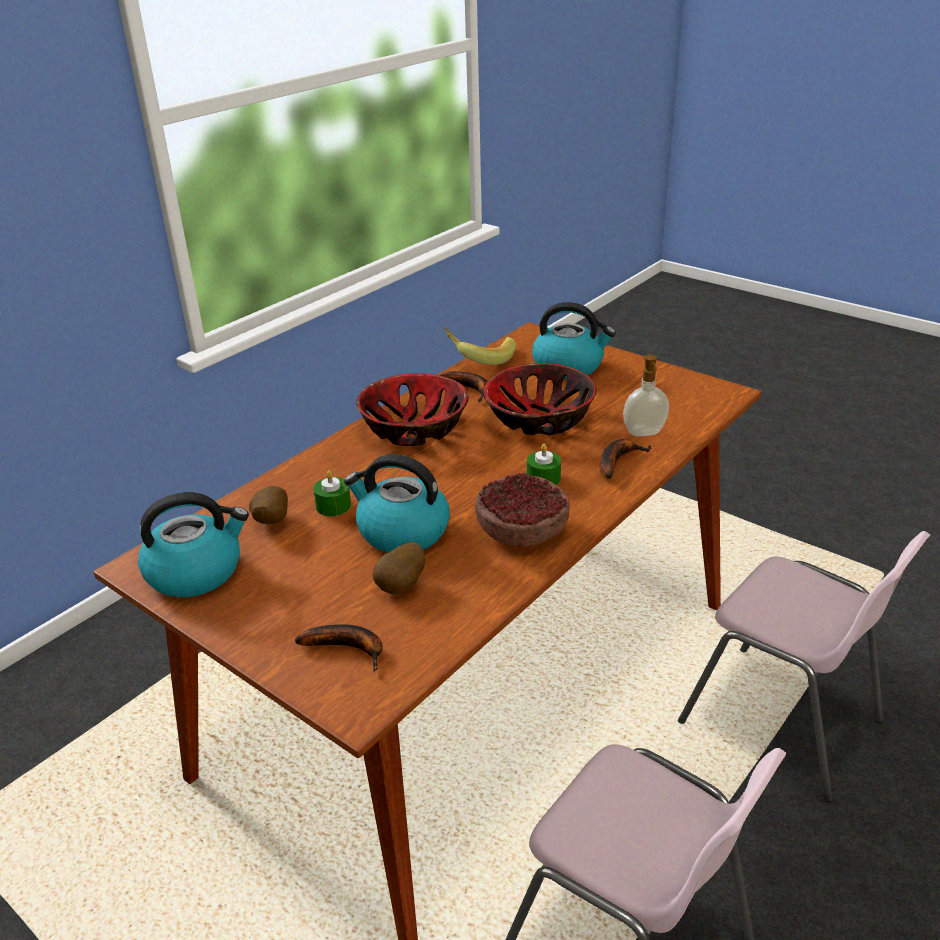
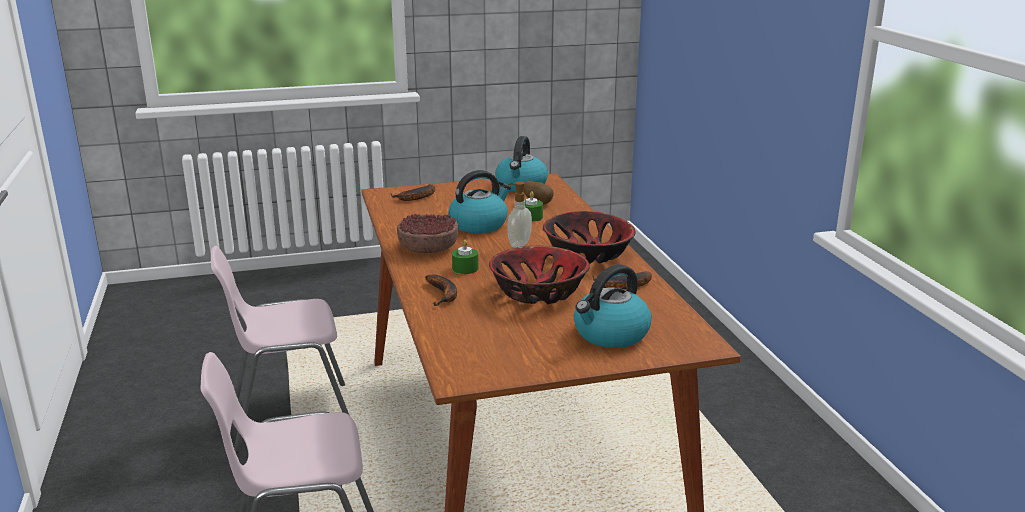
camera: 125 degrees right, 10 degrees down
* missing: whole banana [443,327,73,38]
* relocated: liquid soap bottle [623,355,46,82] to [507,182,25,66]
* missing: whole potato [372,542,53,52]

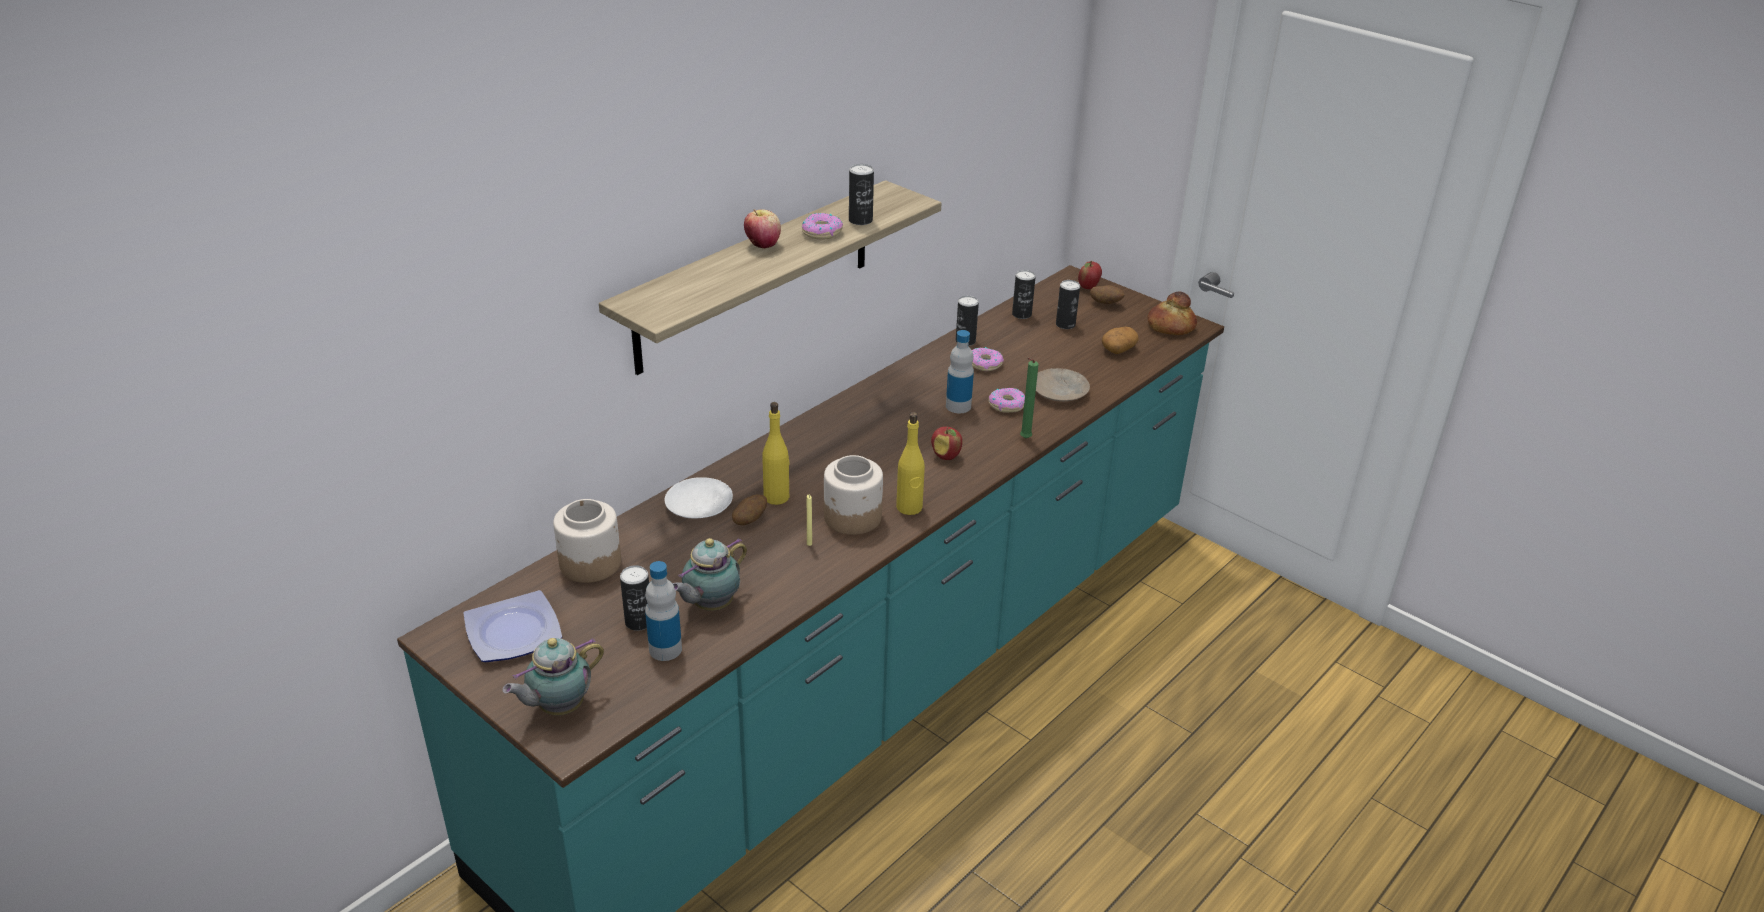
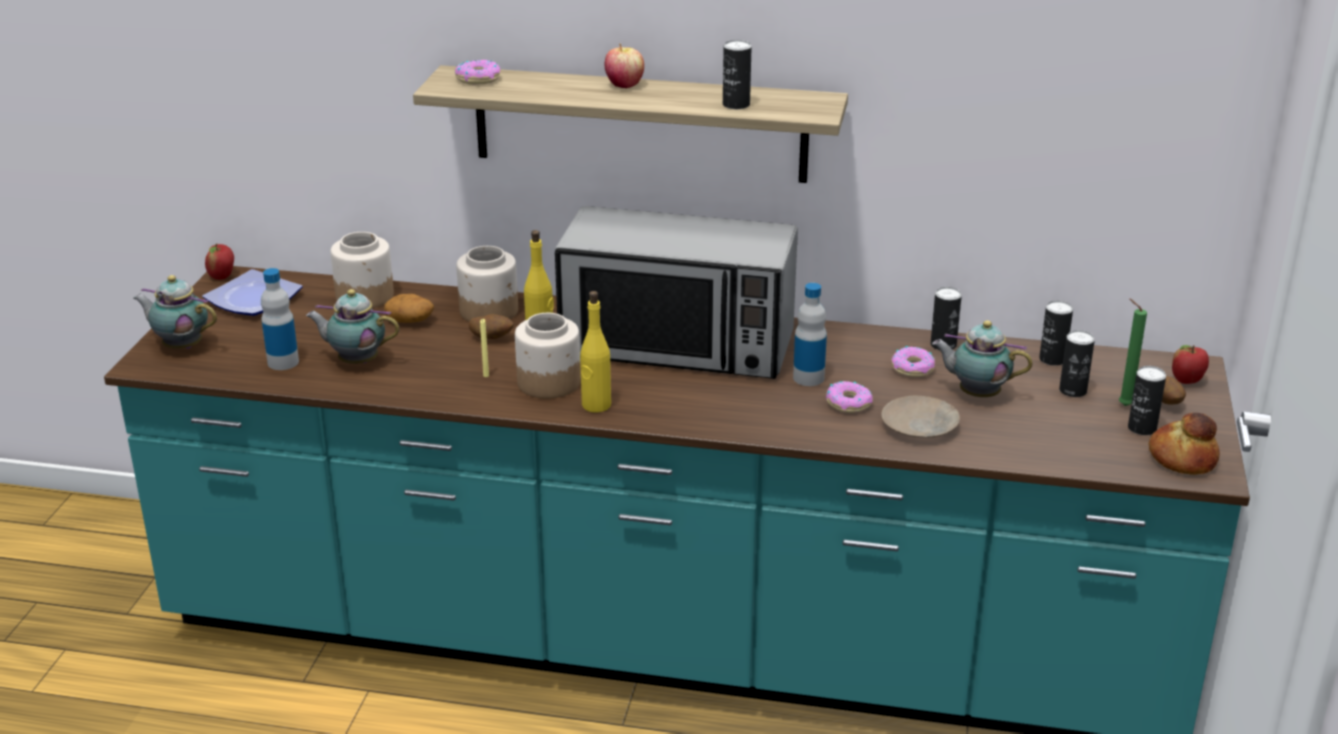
camera: 60 degrees right, 5 degrees down
* relocated: donut [802,213,41,27] to [455,60,45,25]
* relocated: whole potato [1102,327,37,27] to [384,294,50,29]
* relocated: wax candle (green-coloured) [1020,357,19,81] to [1119,299,28,107]
* relocated: whole apple [931,427,32,33] to [205,243,29,37]
* exchanged: flat dish (white) [665,477,68,42] to jar [456,246,62,76]
* relocated: sealed can [620,565,29,66] to [1128,366,38,69]
* appeared: kitchen microwave [555,206,243,173]
* appeared: tea pot [932,321,100,76]

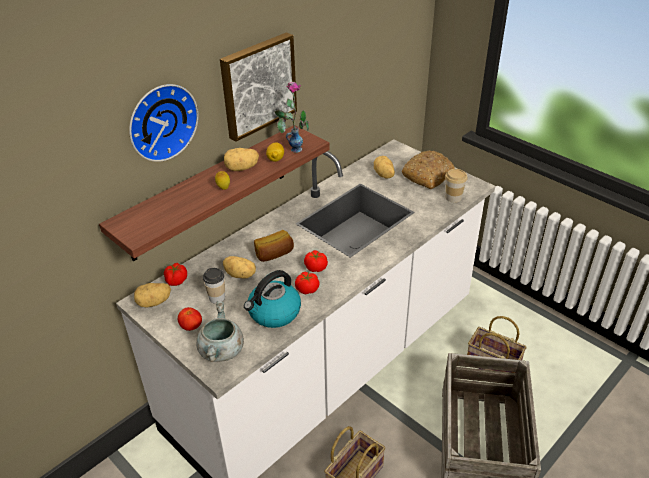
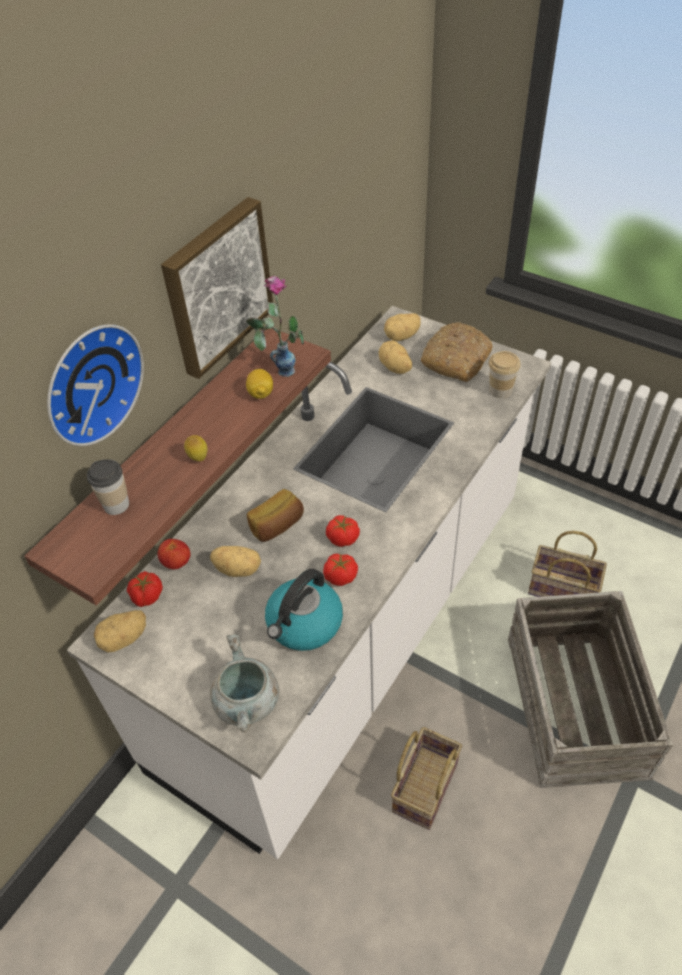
camera: 10 degrees left, 10 degrees up
* relocated: whole potato [224,148,35,23] to [384,313,37,28]
* relocated: small cup [203,268,22,36] to [87,459,42,56]
* relocated: tomato [178,307,24,24] to [157,539,33,31]

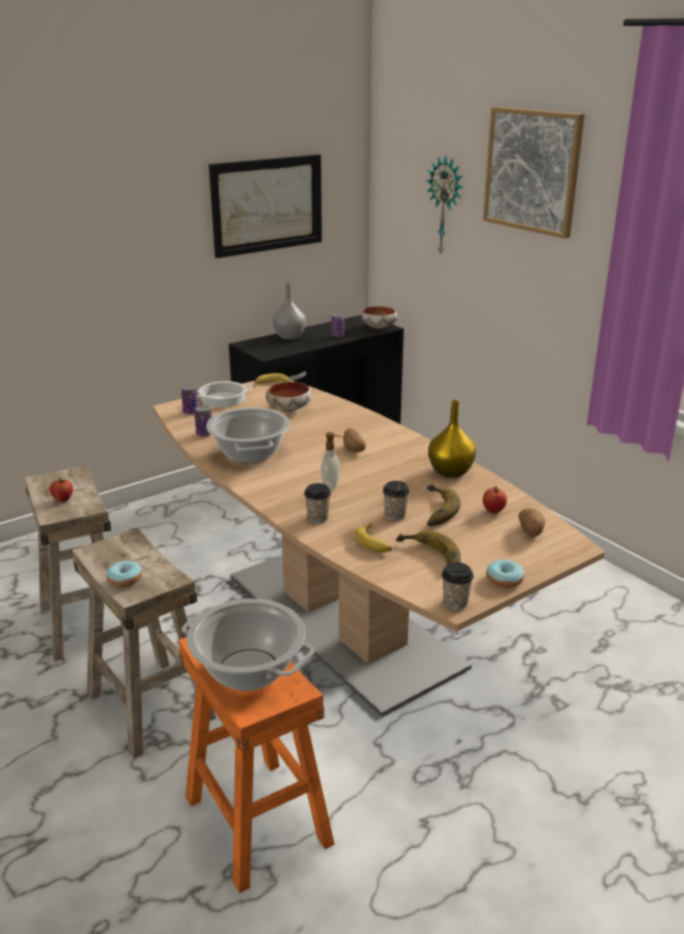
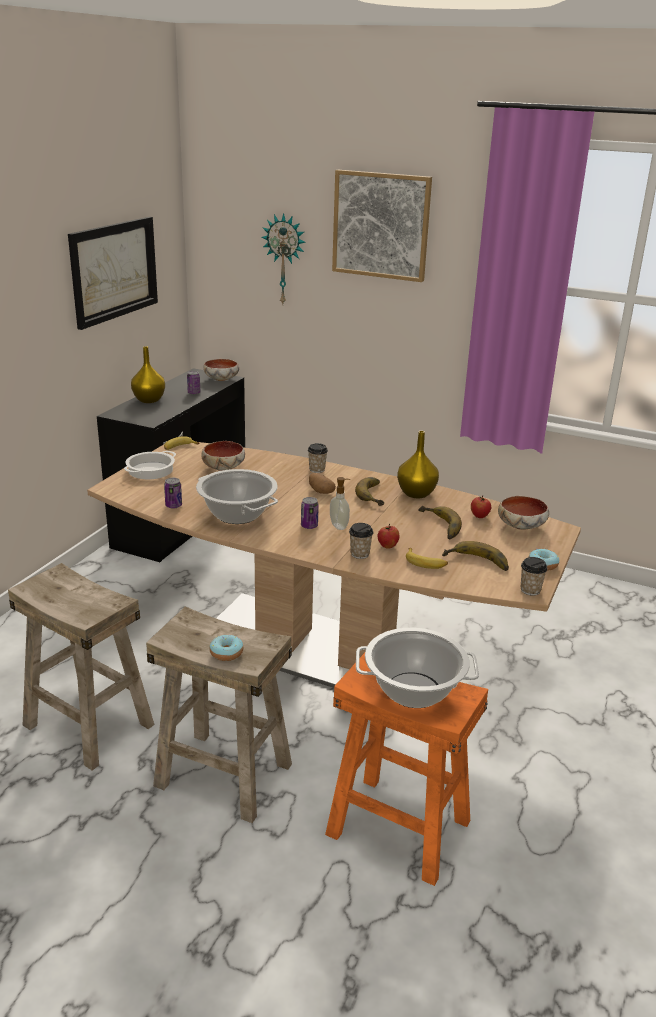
camera: 30 degrees left, 0 degrees up
* colour: vase (gray) [272,283,34,57] to vase (yellow) [131,346,34,57]
* relocated: sealed can [181,385,17,29] to [301,497,18,32]
* relocated: whole apple [50,477,23,25] to [377,524,23,25]
* relocated: small cup [383,481,27,40] to [308,443,20,30]
* exchanged: whole potato [518,508,27,29] to serving bowl [498,496,51,34]
* appeared: whole banana [355,477,29,29]

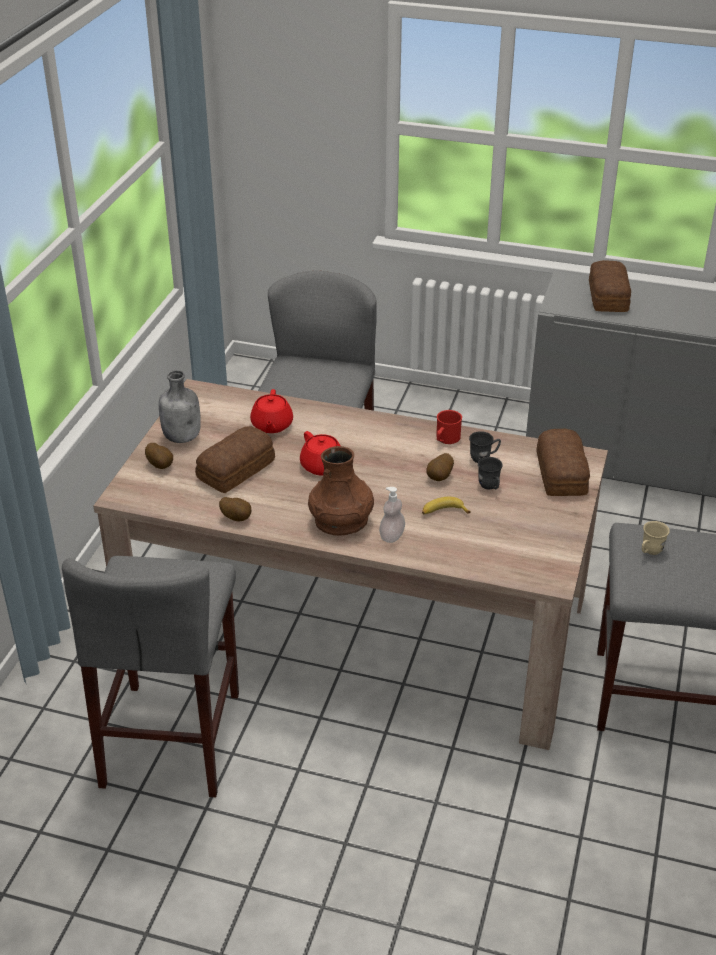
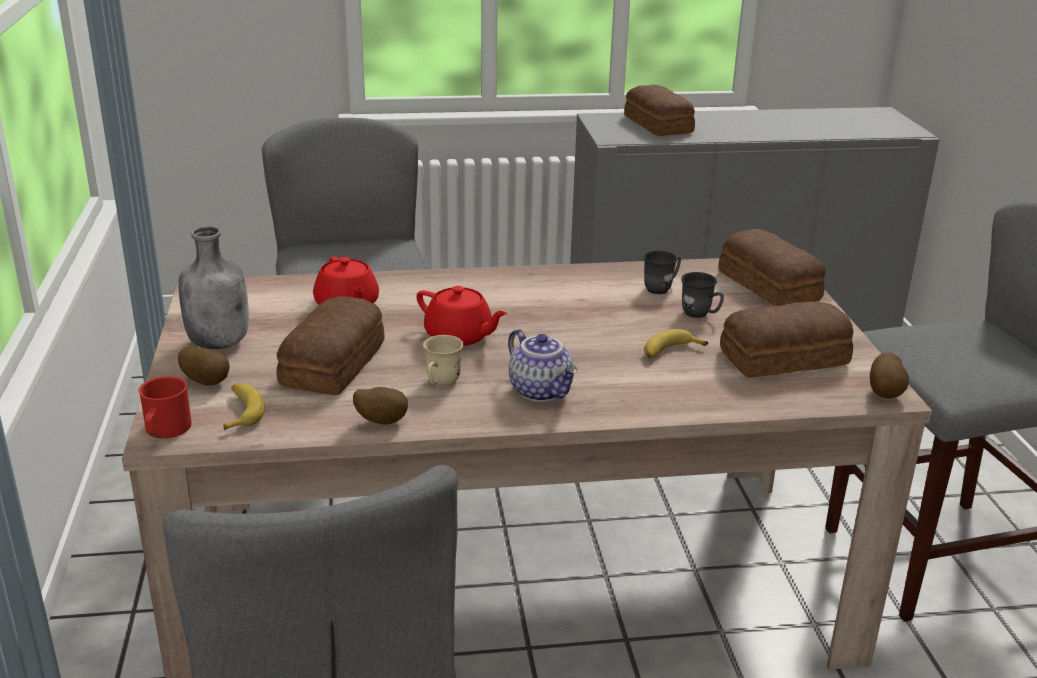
camera: 25 degrees left, 10 degrees down
* relocated: coffee mug (red-coloured) [436,410,26,34] to [138,376,54,63]
* exchanged: vase (brown-coloured) [308,446,66,90] to tea pot [508,329,70,73]
* relocated: whole potato [426,453,28,28] to [870,352,39,47]
* missing: liquid soap bottle [379,487,26,56]
* relocated: coffee mug (sand-coloured) [642,521,28,34] to [423,335,40,52]
* appeared: bakery bread [720,302,134,76]
* appeared: whole banana [223,383,42,47]

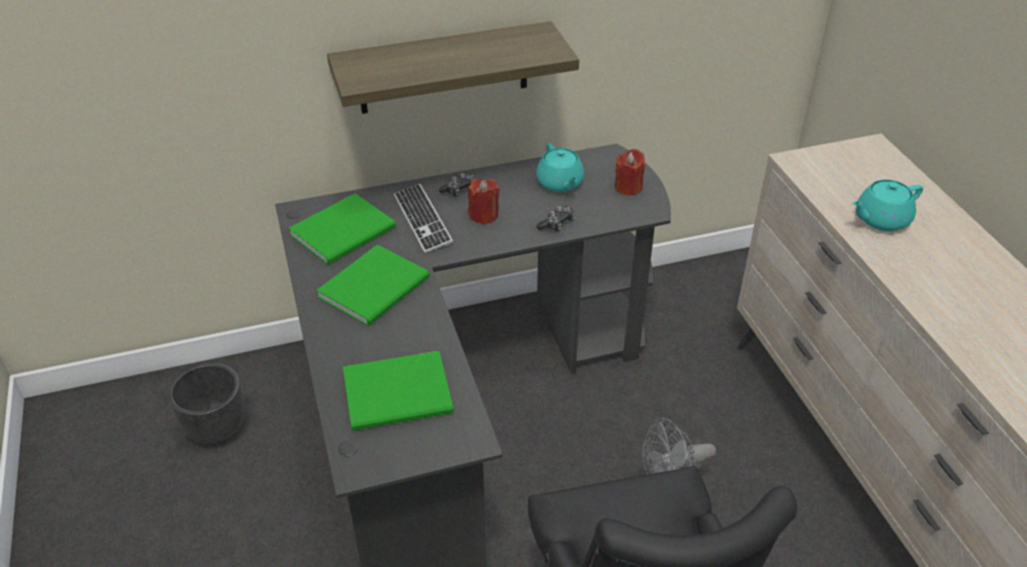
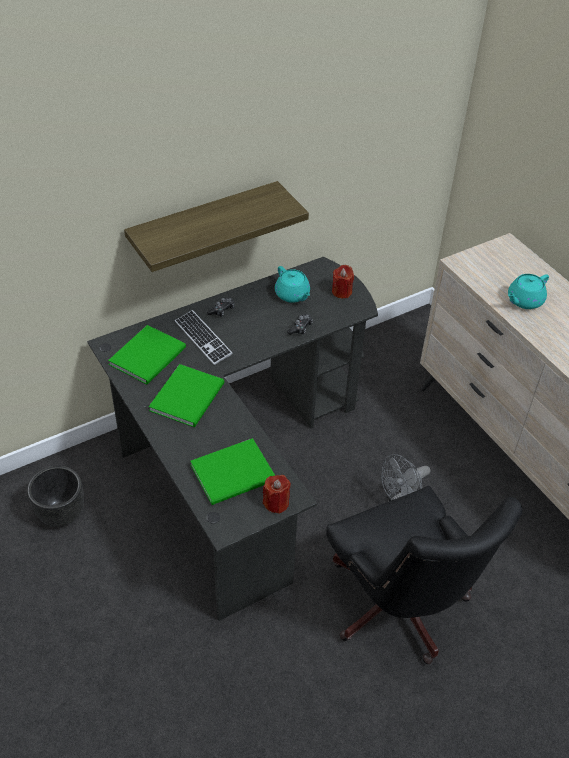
camera: 15 degrees left, 5 degrees up
* relocated: wax candle (red-coloured) [468,179,32,45] to [263,475,28,39]

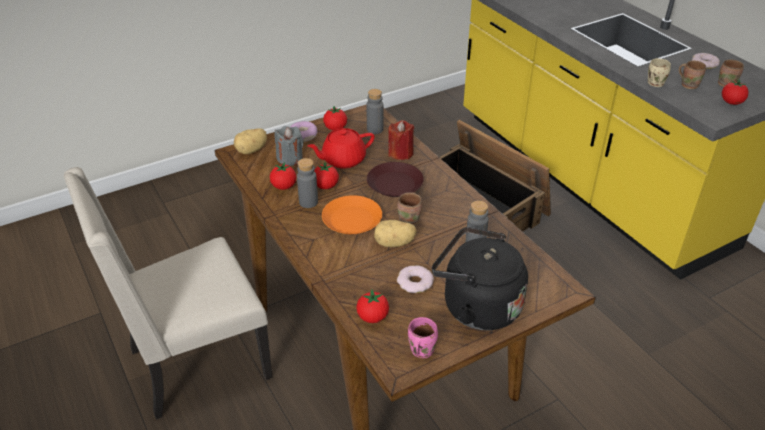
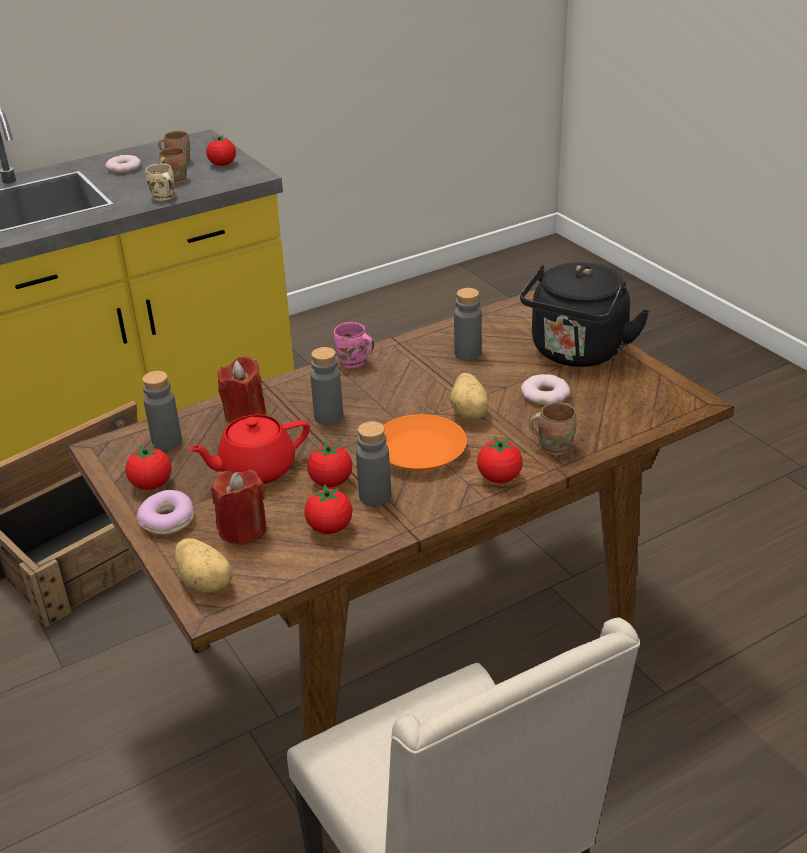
camera: 90 degrees left, 5 degrees down
* colour: wax candle (gray) [275,126,29,40] to wax candle (red-coloured) [211,470,55,76]
* spun: tea pot (red-coloured) [307,128,68,41] = [188,414,122,70] 90 degrees clockwise
* exchanged: flat dish (brown-coloured) [367,162,57,35] to drink bottle (gray) [310,347,33,78]
* relocated: coffee mug (brown-coloured) [397,192,25,33] to [529,402,48,54]
* relocated: tomato [356,290,33,33] to [477,436,46,47]
* relocated: coffee mug (pinkish) [408,317,30,41] to [334,322,40,47]

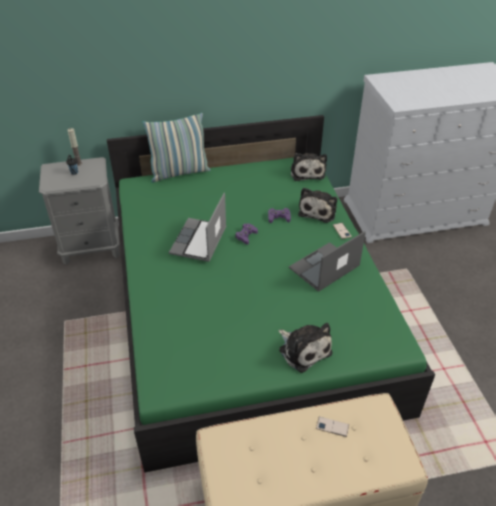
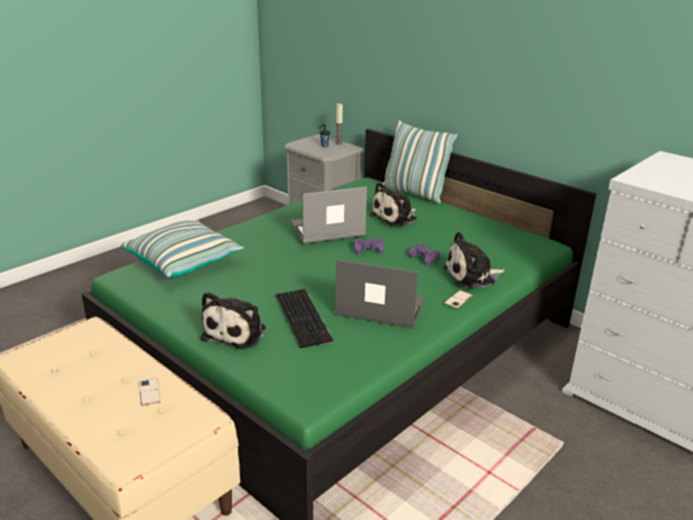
camera: 55 degrees right, 15 degrees down
* relocated: cuddly toy [291,153,36,28] to [369,182,48,45]
* appeared: pillow [121,220,123,58]
* appeared: PC keyboard [275,289,58,59]

